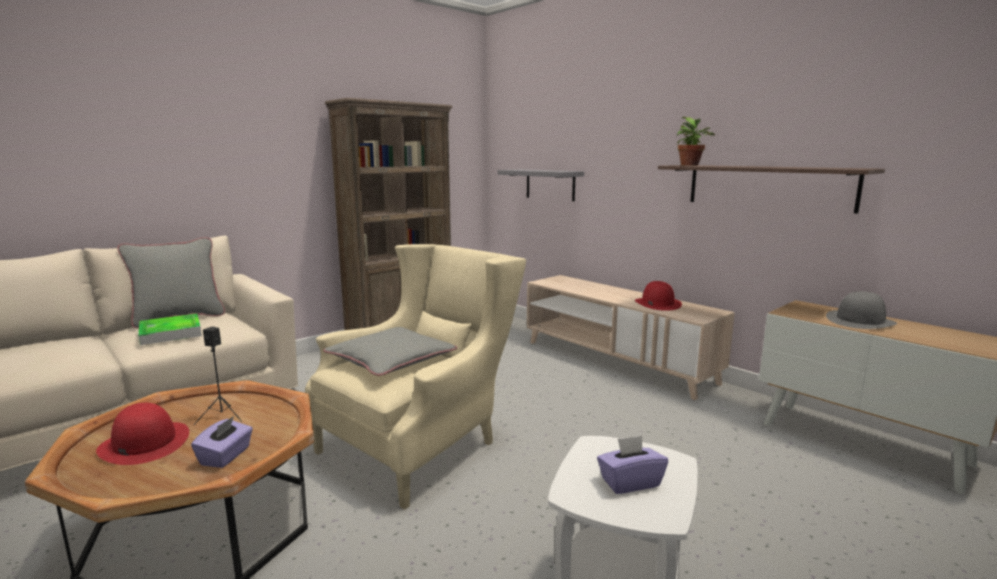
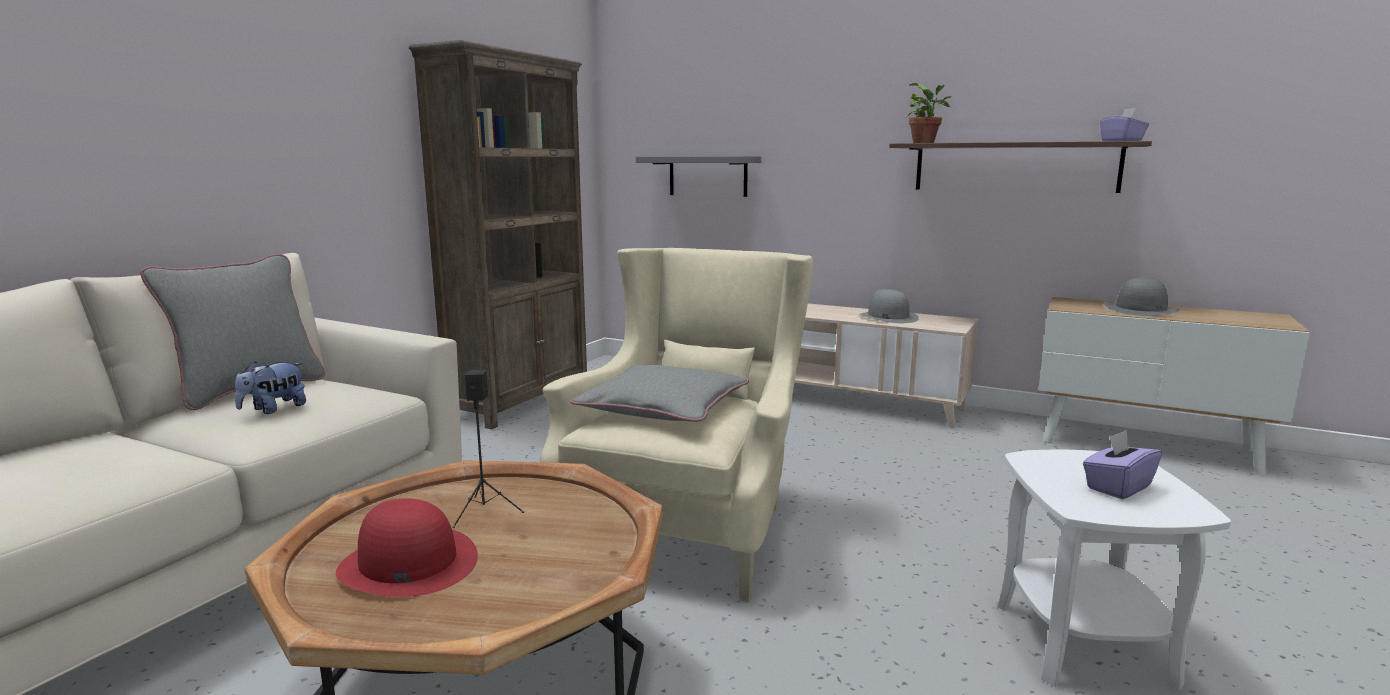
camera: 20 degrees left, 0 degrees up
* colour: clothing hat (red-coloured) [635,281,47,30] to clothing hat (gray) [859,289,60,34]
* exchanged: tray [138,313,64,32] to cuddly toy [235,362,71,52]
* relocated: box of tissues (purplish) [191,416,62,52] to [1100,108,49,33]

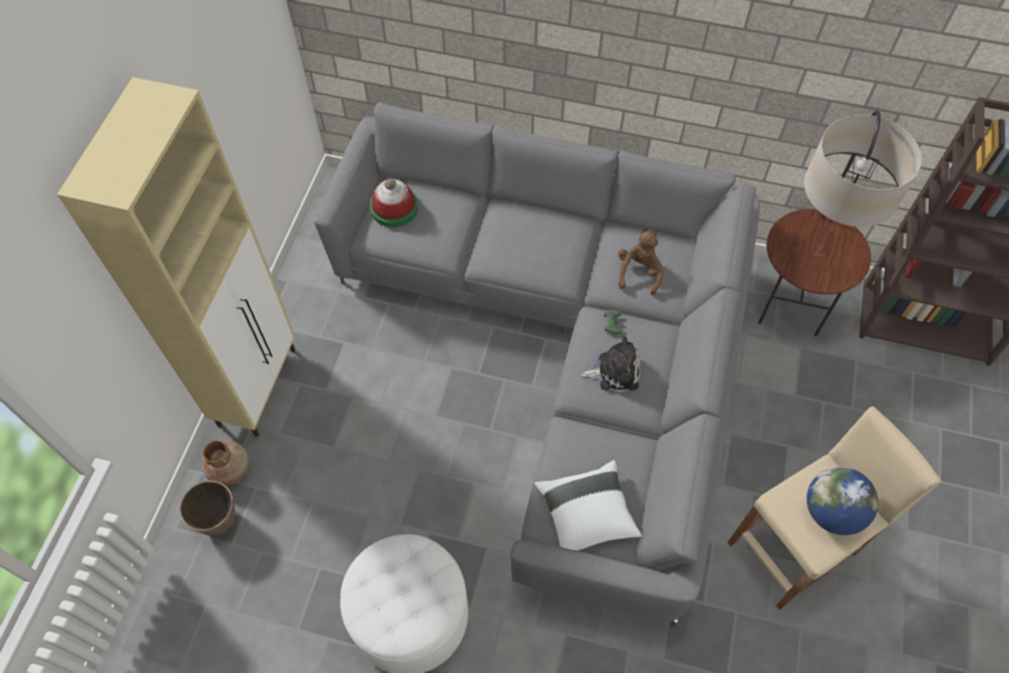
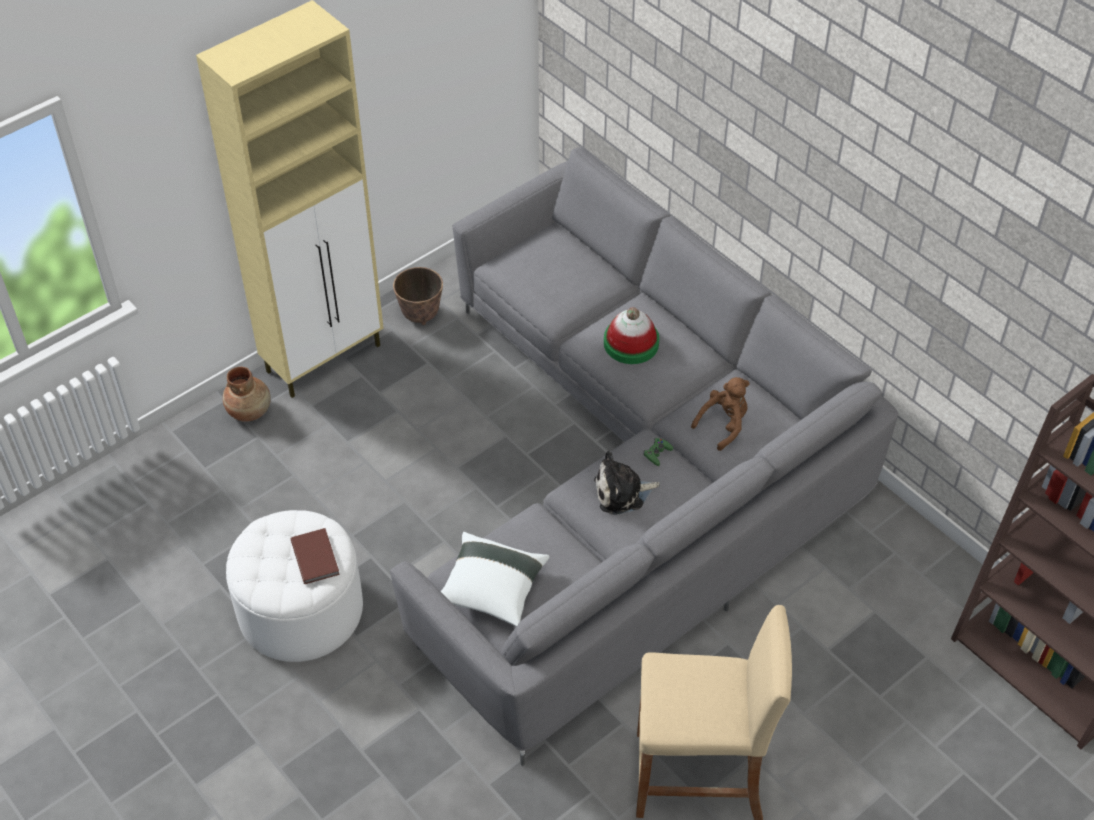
camera: 35 degrees right, 10 degrees down
* missing: floor lamp [758,110,164,226]
* relocated: clothing hat [370,178,48,49] to [604,307,55,57]
* spun: cuddly toy [581,336,59,57] = [594,451,66,64] 135 degrees clockwise
* missing: desk globe [807,467,71,68]
* relocated: planter [179,480,56,56] to [393,267,50,58]
* appeared: volume (brown-coloured) [291,528,49,56]

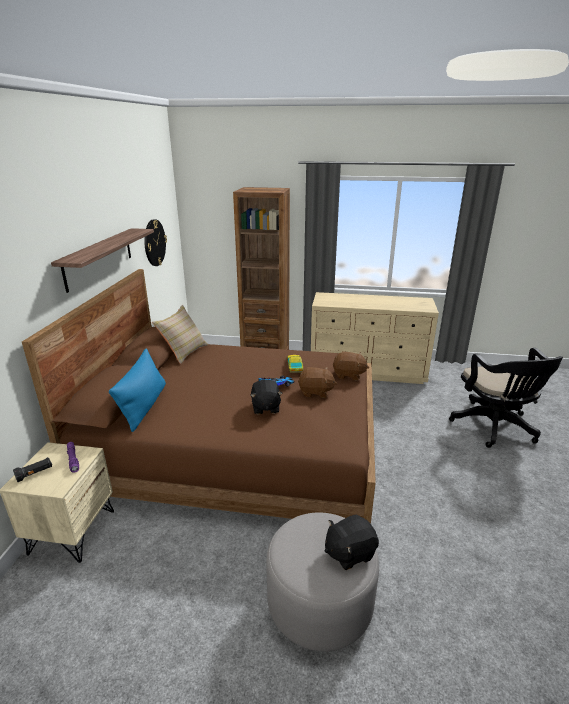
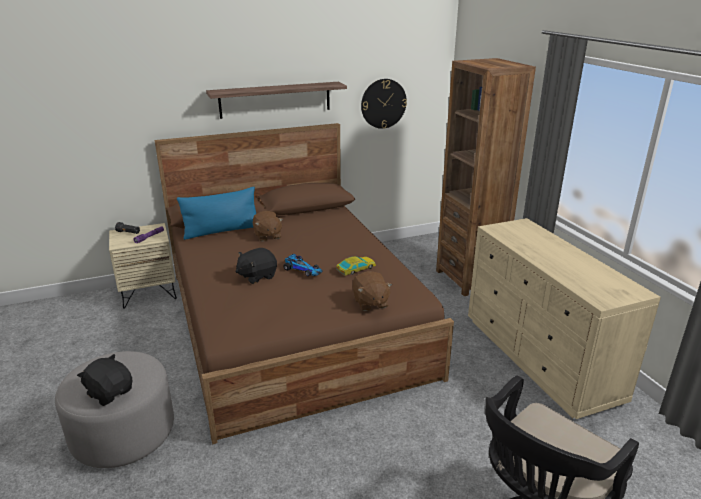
camera: 60 degrees right, 0 degrees up
* missing: pillow (sand-coloured) [152,305,57,59]
* relocated: cuddly toy (brown-coloured) [298,367,39,31] to [253,211,30,31]

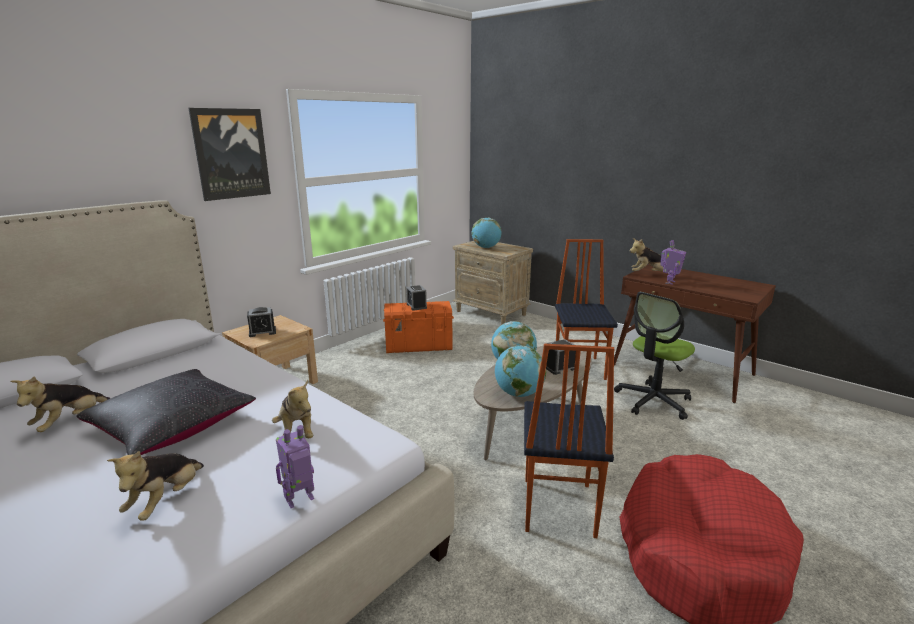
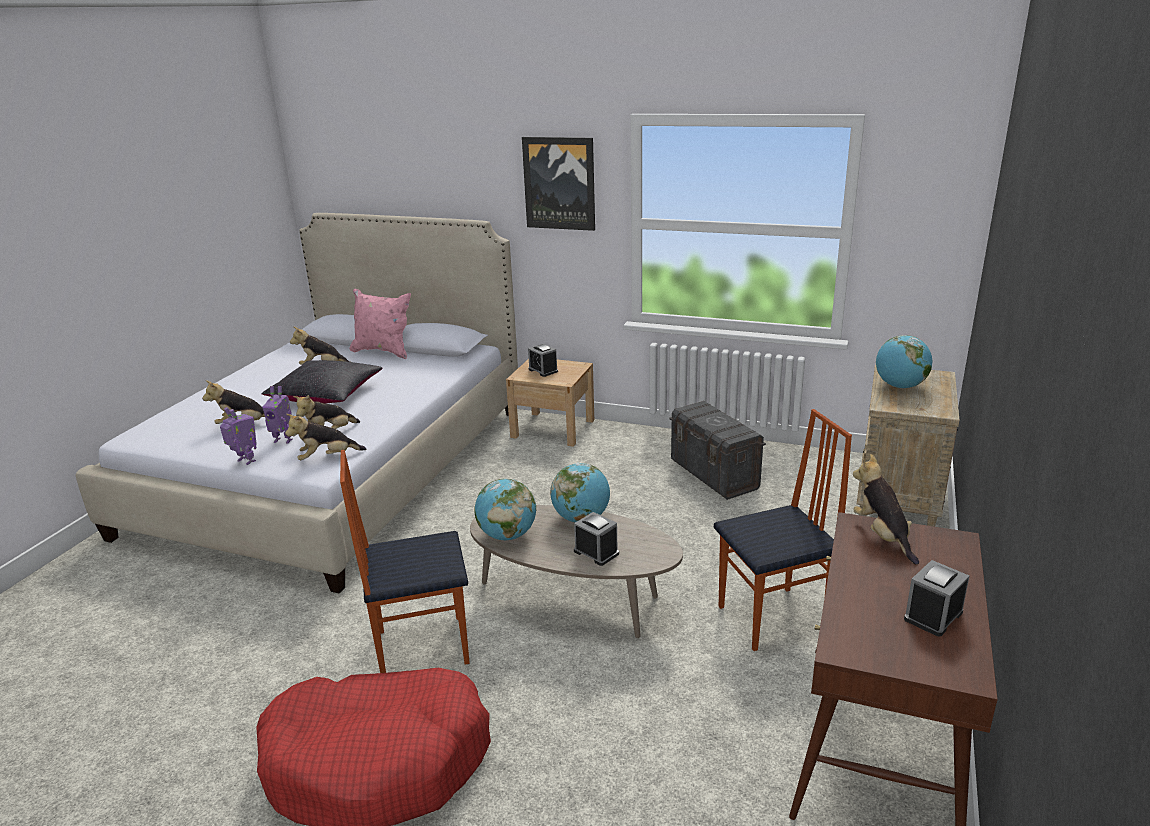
camera: 70 degrees right, 5 degrees up
* relocated: toy robot [660,240,26,45] to [262,386,31,58]
* relocated: table clock [406,285,21,25] to [904,560,65,77]
* missing: desk chair [614,292,81,128]
* colour: storage box (orange) [383,301,71,52] to storage box (gray) [669,401,97,99]
* appeared: pillow (pinkish) [350,288,61,71]
* appeared: cuddly toy [285,414,81,46]

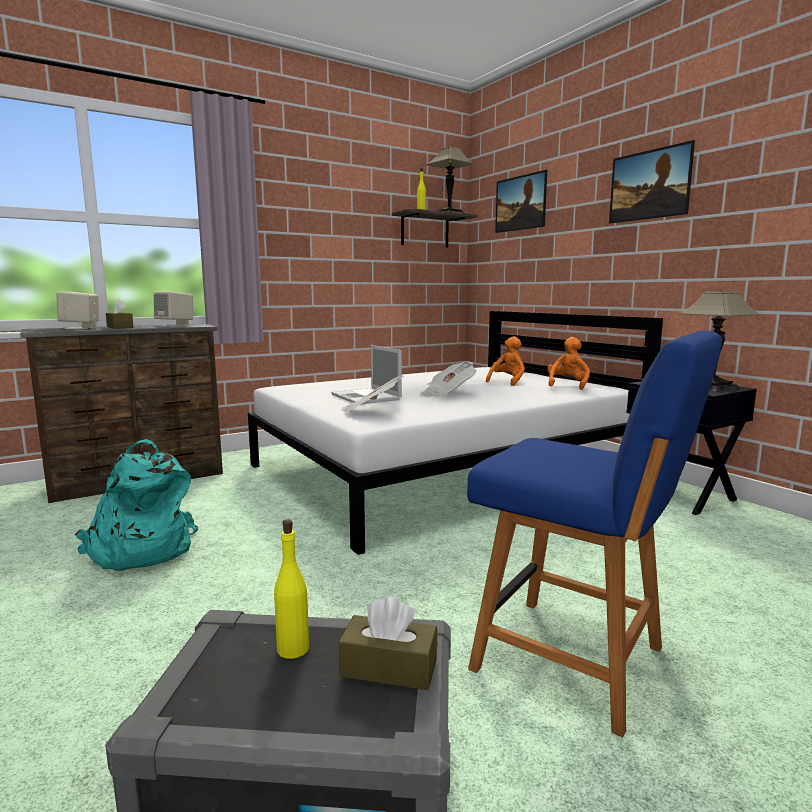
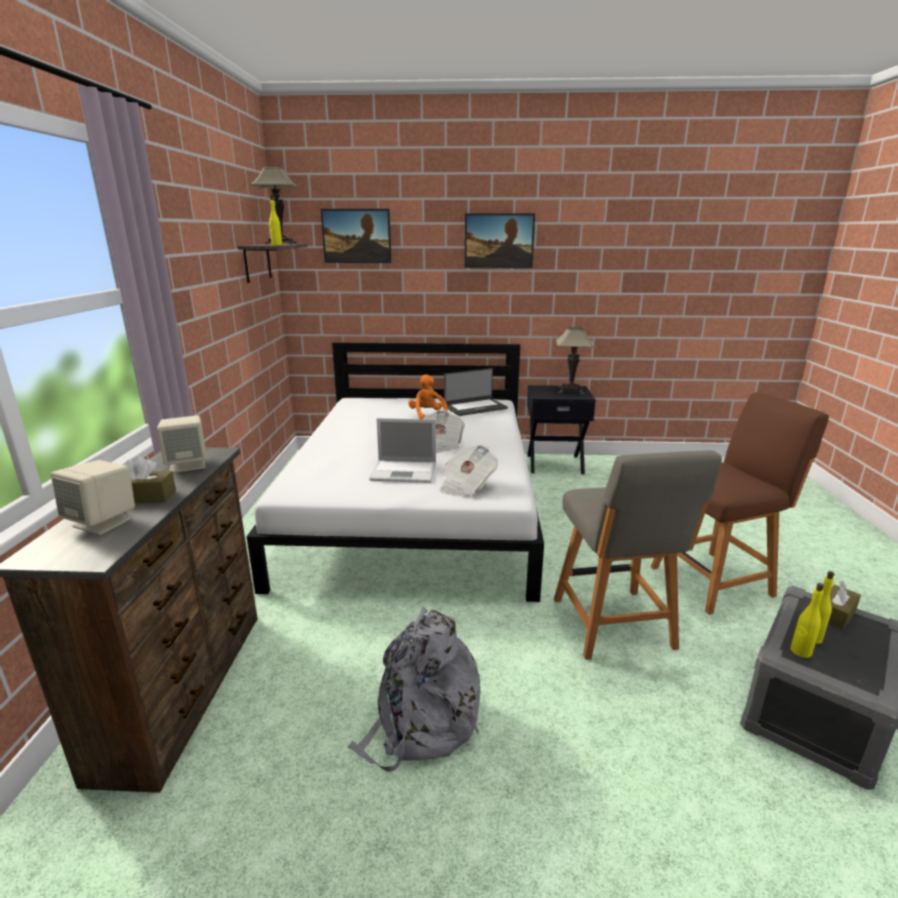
camera: 55 degrees left, 10 degrees up
* colour: chair (blue-coloured) [467,330,255,407] to chair (brown-coloured) [651,392,178,223]
* exchanged: cuddly toy (orange) [547,337,43,53] to laptop [444,368,64,48]
* colour: rucksack (turquoise) [75,439,123,132] to rucksack (gray) [348,607,133,165]
* appeared: chair (gray) [554,450,168,210]
* appeared: drink bottle (yellow) [791,583,33,75]

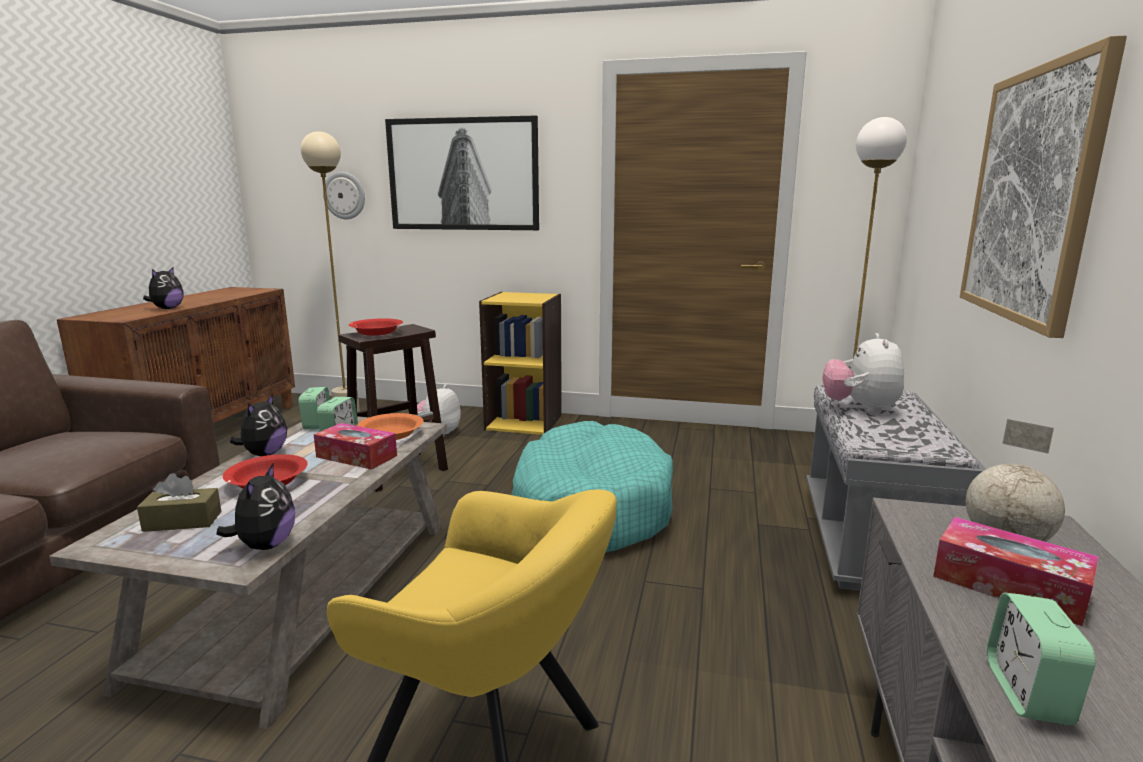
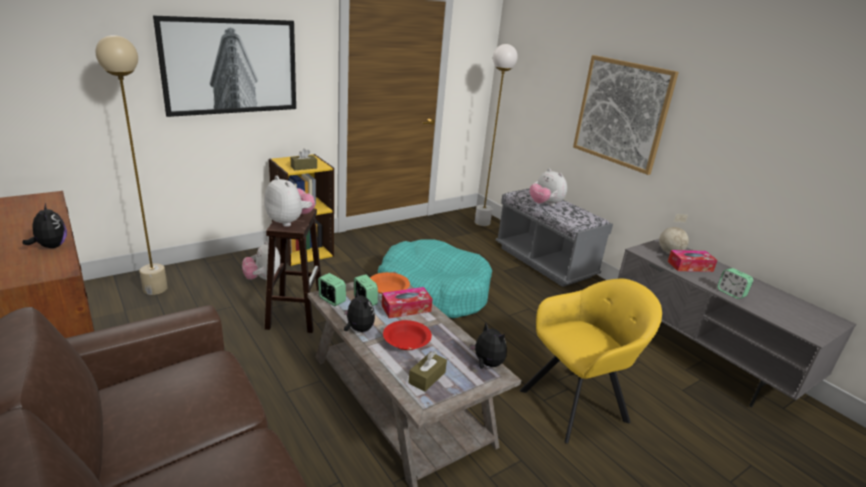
camera: 50 degrees left, 10 degrees up
* missing: clock on the wall [323,172,42,48]
* exchanged: serving bowl (red-coloured) [348,318,55,18] to cuddly toy [264,176,51,51]
* appeared: box of tissues (brown-coloured) [291,148,26,22]

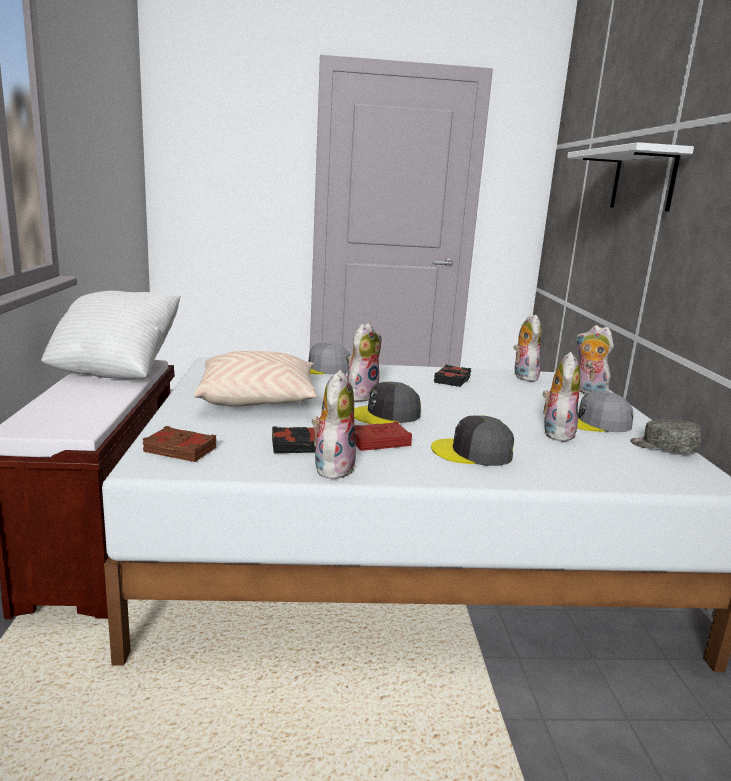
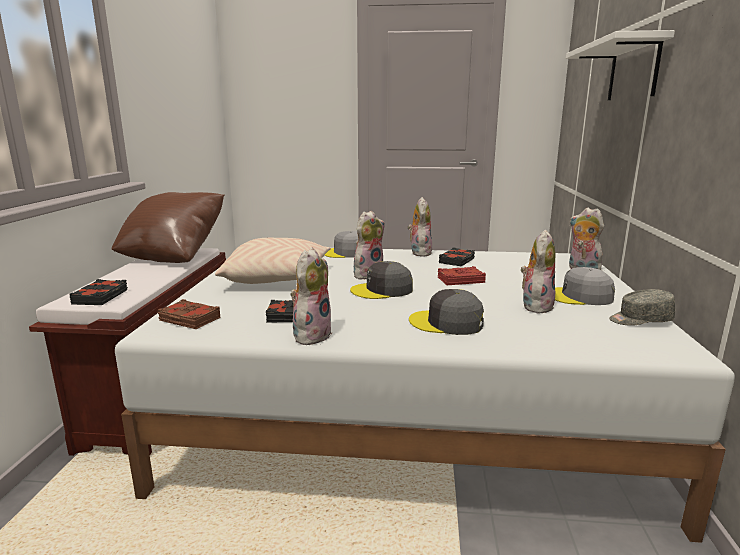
camera: 10 degrees right, 0 degrees up
* colour: pillow (white) [41,291,140,88] to pillow (brown-coloured) [112,192,112,71]
* relocated: cuddly toy [513,313,28,69] to [408,197,24,60]
* spun: cap (gray) [630,420,71,34] = [609,289,66,37] 45 degrees counterclockwise
* relocated: volume (red-coloured) [355,422,57,29] to [438,266,48,19]
* appeared: volume (black-coloured) [70,279,58,26]

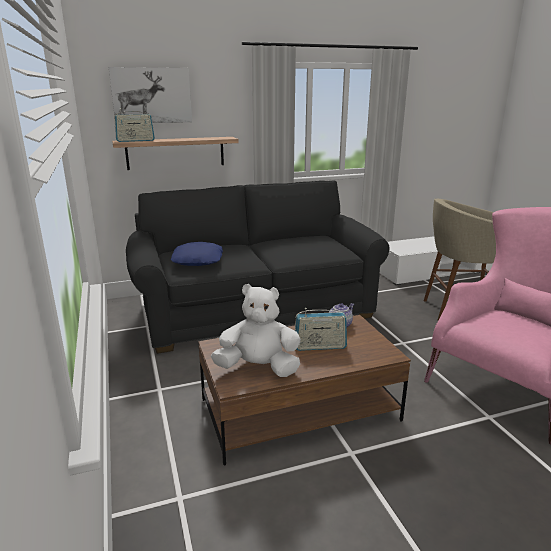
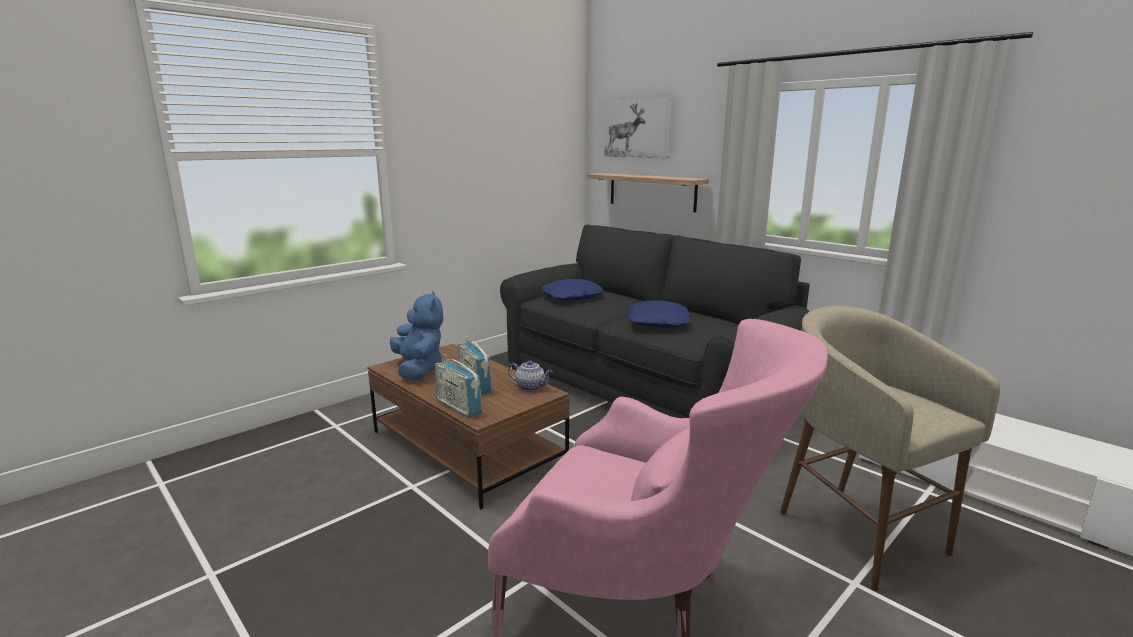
camera: 65 degrees right, 5 degrees down
* relocated: radio set [114,108,41,34] to [435,354,47,64]
* colour: cuddly toy (white) [211,284,90,93] to cuddly toy (blue-coloured) [390,291,53,90]
* appeared: pillow (blue-coloured) [628,300,62,28]

